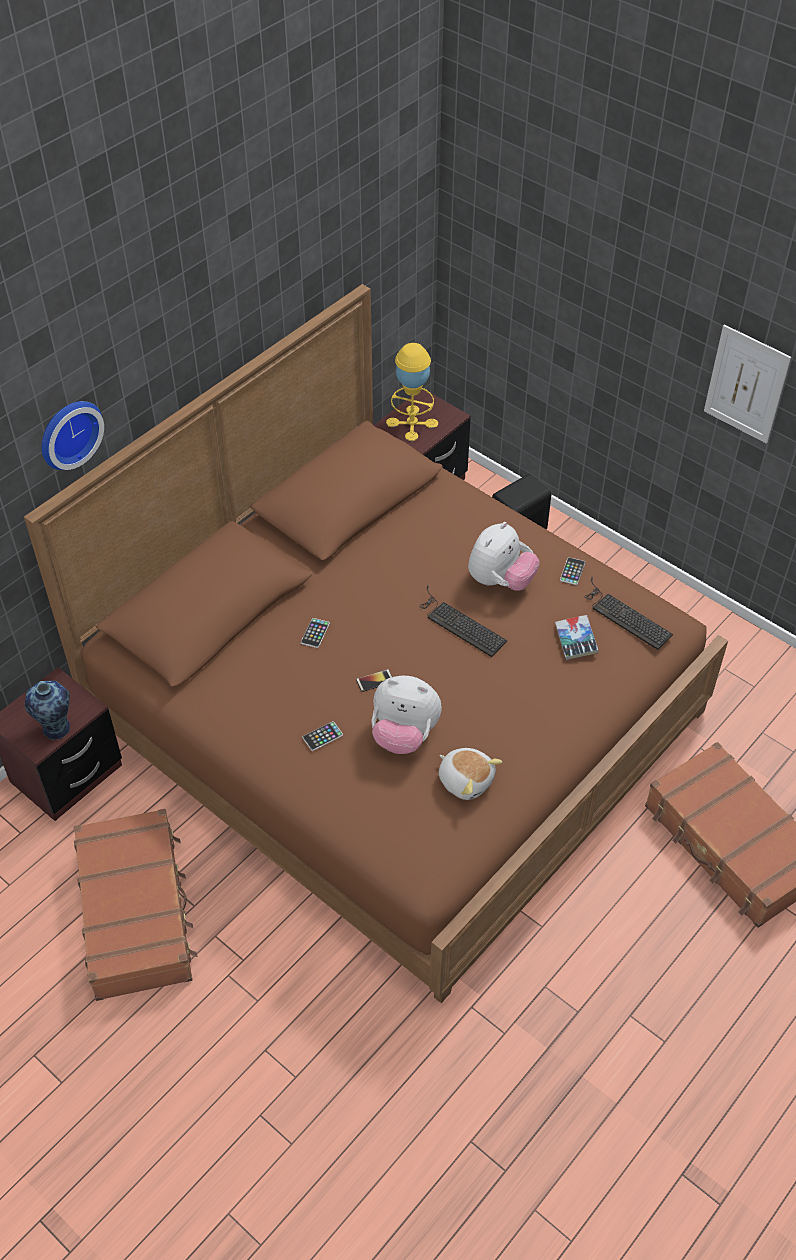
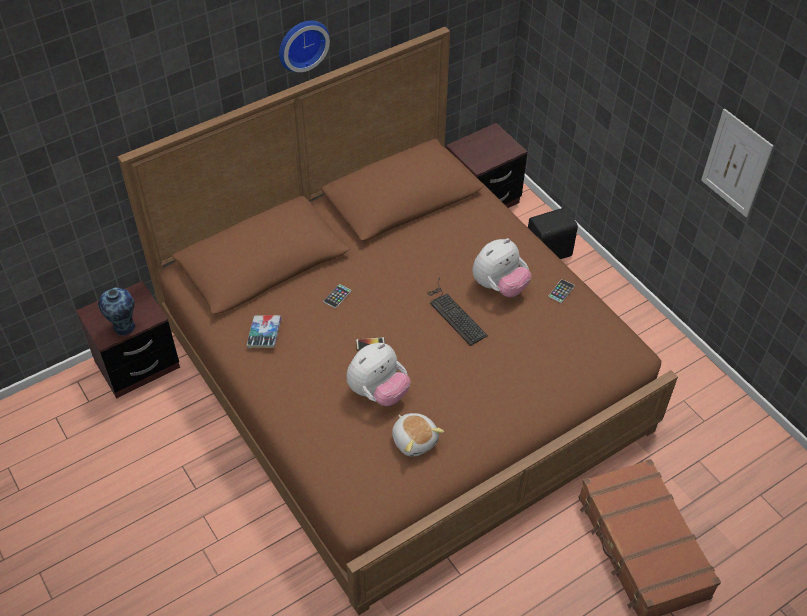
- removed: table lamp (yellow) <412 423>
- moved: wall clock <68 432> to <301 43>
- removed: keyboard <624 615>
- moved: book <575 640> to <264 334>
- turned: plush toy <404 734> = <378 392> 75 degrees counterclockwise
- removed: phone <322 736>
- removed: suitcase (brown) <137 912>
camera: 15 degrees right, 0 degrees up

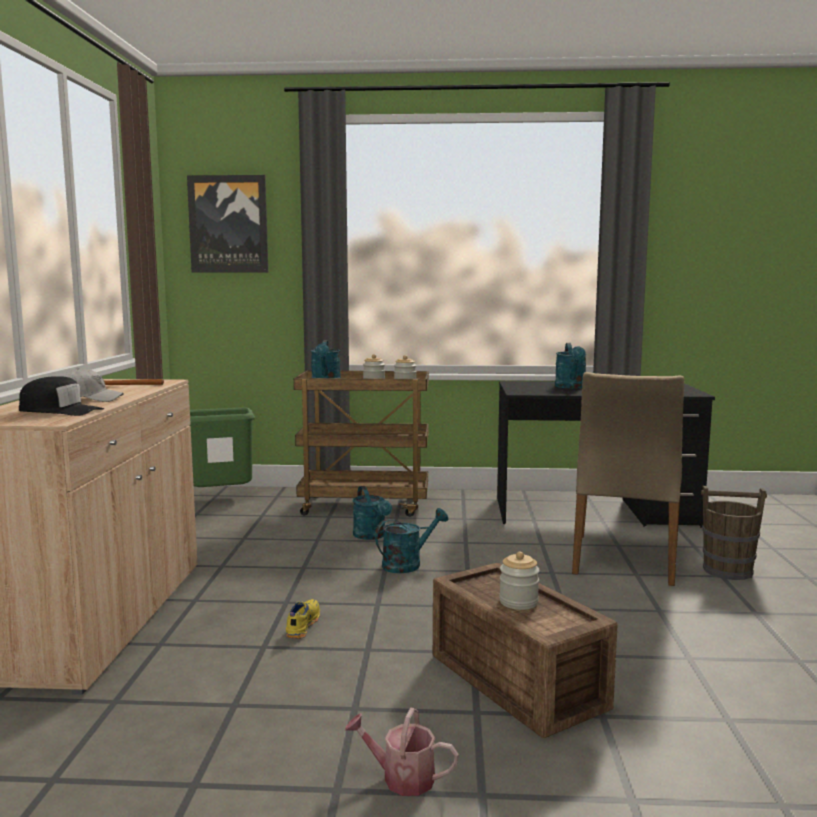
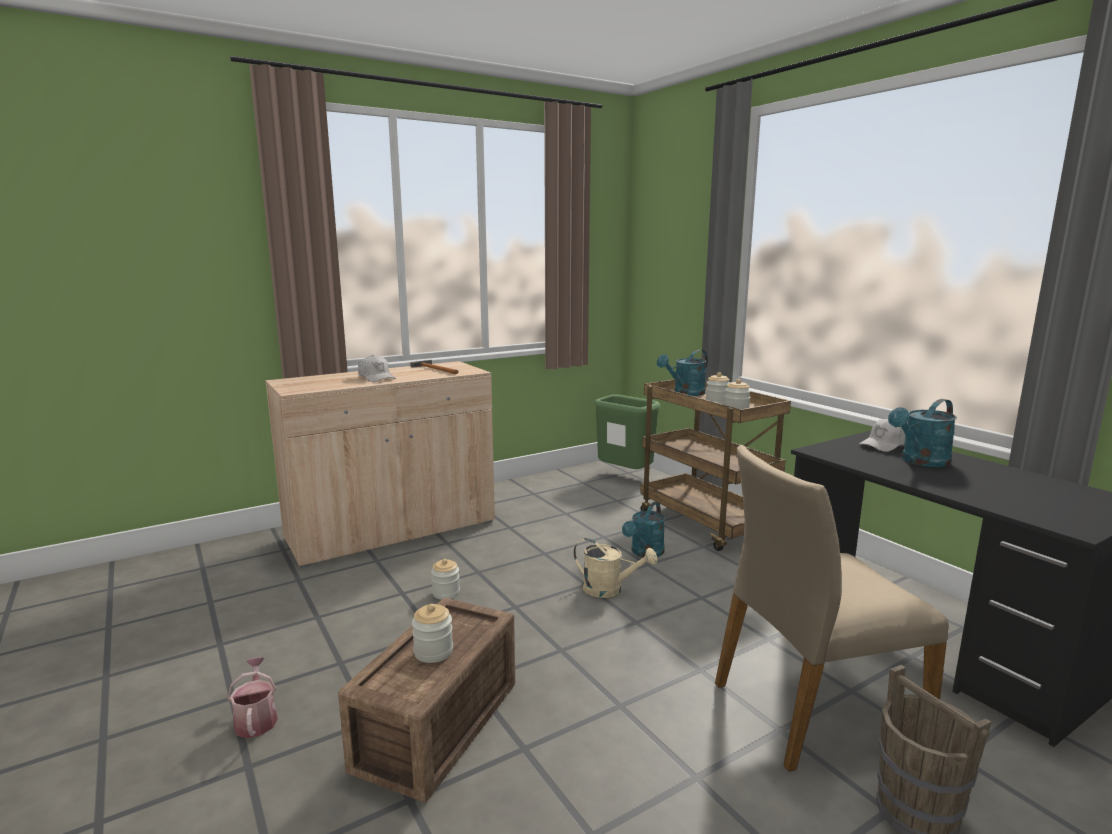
- removed: picture <228 224>
- removed: cap (black) <60 411>
- recoloured: watering can (turquoise) <407 564> to watering can (beige) <609 589>
- replaced: shoe (yellow) <301 626> to jar <446 593>
- added: cap (white) <885 445>
camera: 55 degrees right, 5 degrees up

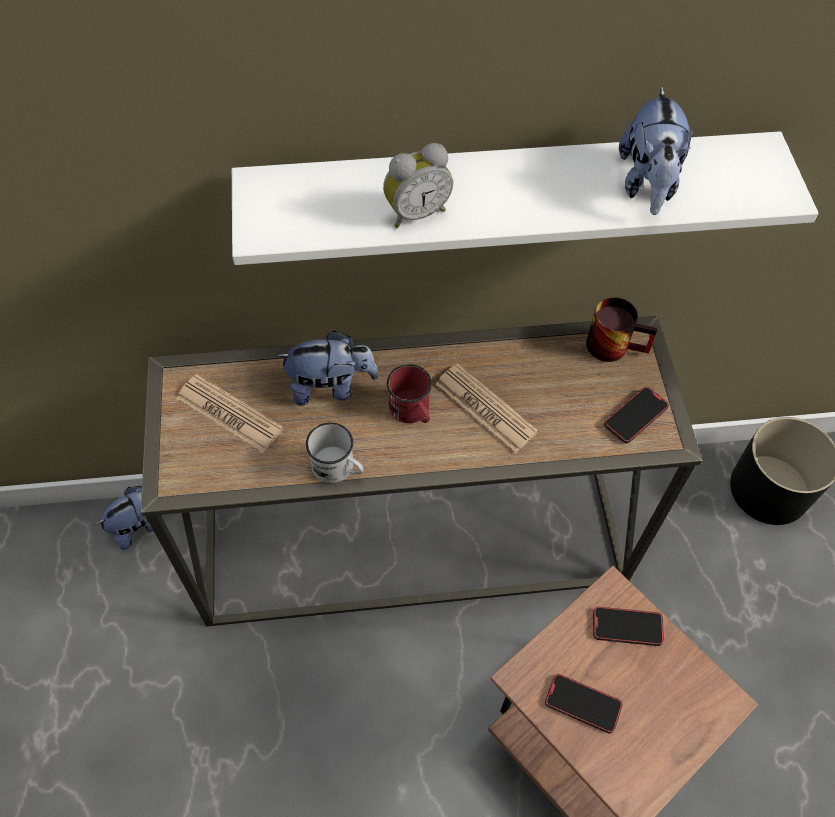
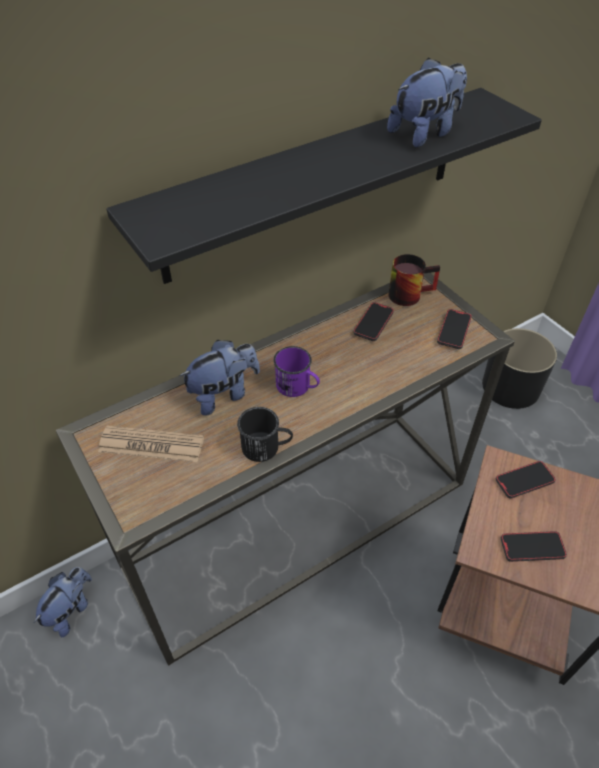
- turned: plush toy <647 184> = <425 133> 105 degrees counterclockwise
- recoloured: shelf (white) <506 193> to shelf (black) <316 184>
- removed: alarm clock <415 212>
- removed: newspaper <485 408>
- recoloured: mug (red) <412 412> to mug (purple) <297 387>
- recoloured: mug (white) <338 468> to mug (black) <266 448>
- added: phone <373 323>
camera: 25 degrees left, 10 degrees down

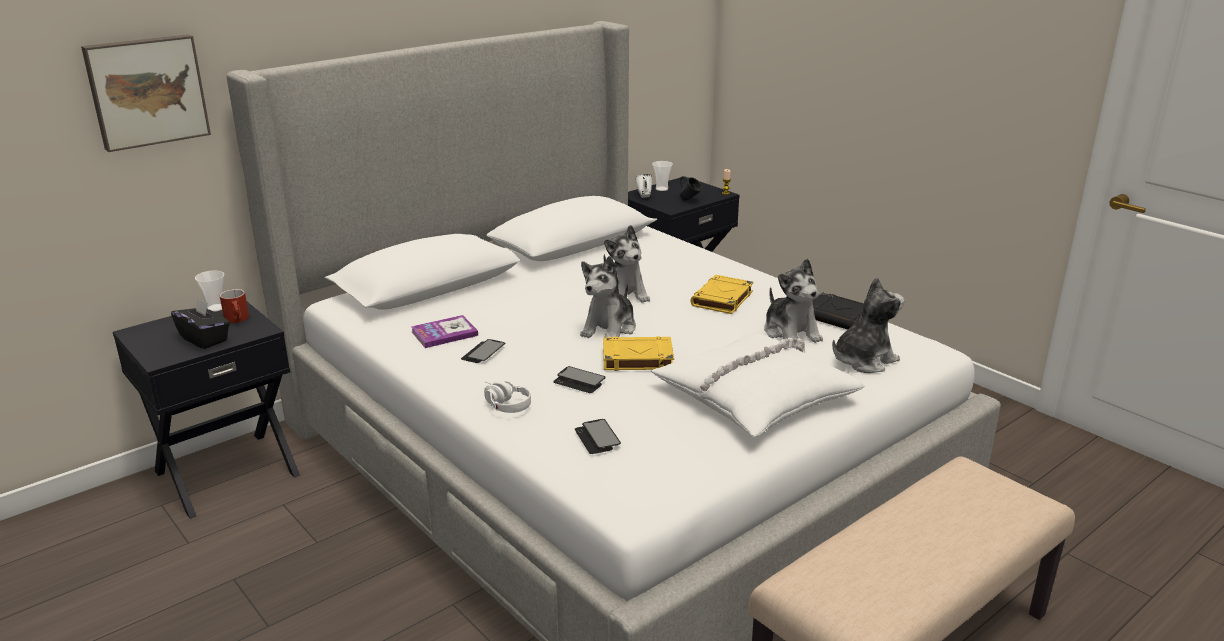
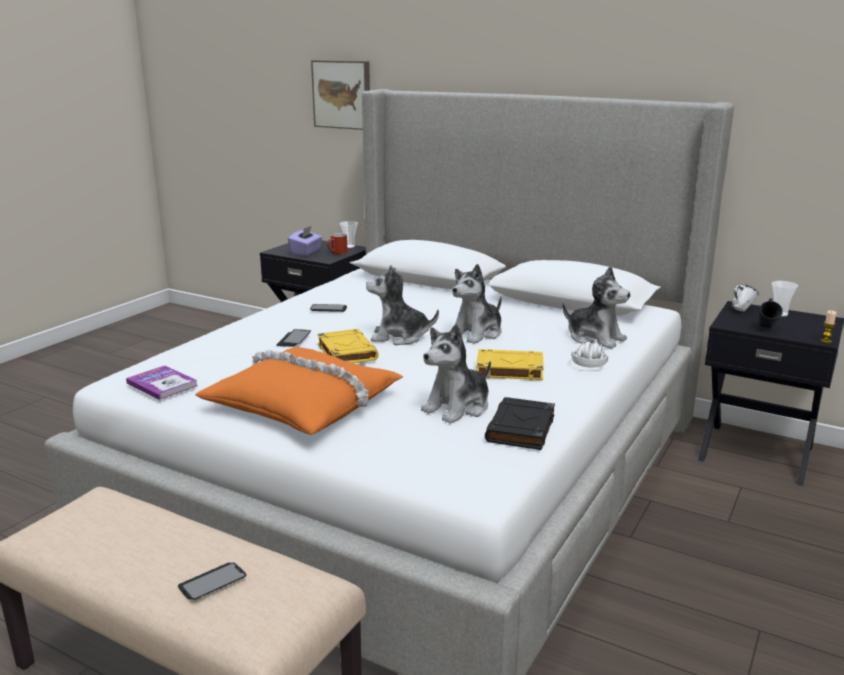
- moved: plush toy <863 360> to <595 338>
- recoloured: tissue box (black) <204 339> to tissue box (purple) <306 252>
- moved: book <444 333> to <162 384>
- recoloured: pillow (white) <754 397> to pillow (orange) <304 404>
- moved: headphones (white) <502 404> to <590 361>
- moved: phone <597 438> to <212 583>
camera: 70 degrees right, 5 degrees down

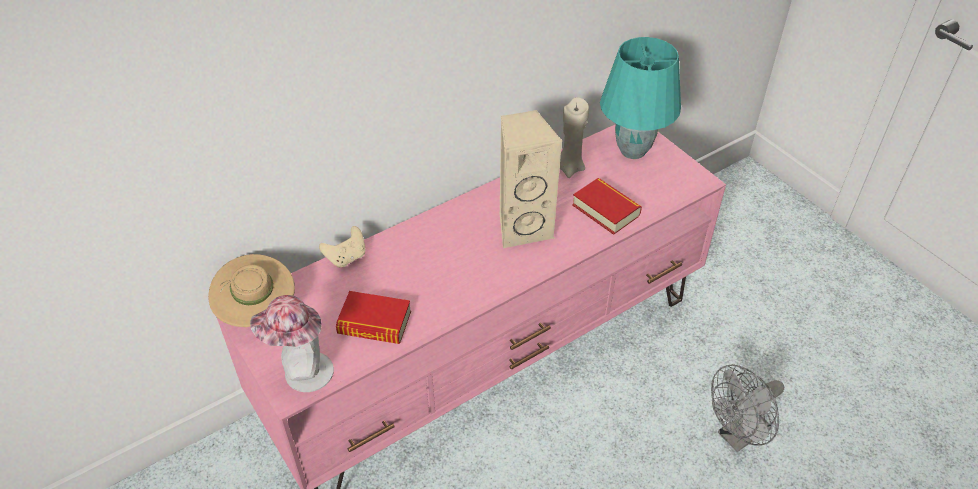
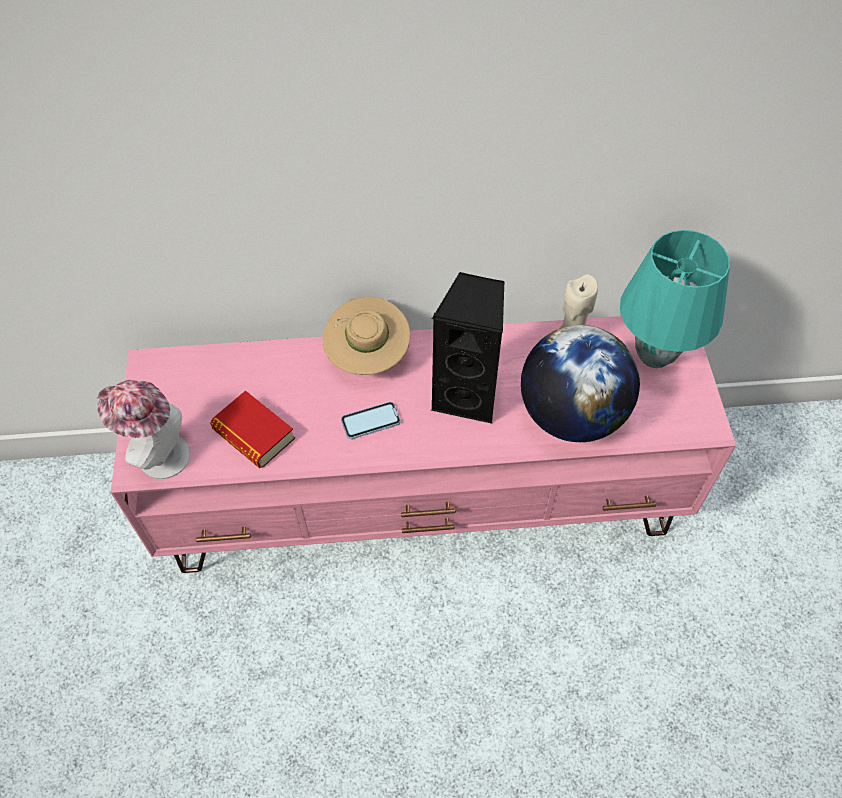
- recoloured: speaker (beige) <523 227> to speaker (black) <468 395>
- replaced: book <606 210> to globe <571 415>
- removed: game controller (beige) <346 258>
- moved: hat (beige) <257 312> to <368 356>
- removed: fan (grey) <738 436>
- added: phone <370 421>
camera: 30 degrees right, 10 degrees up

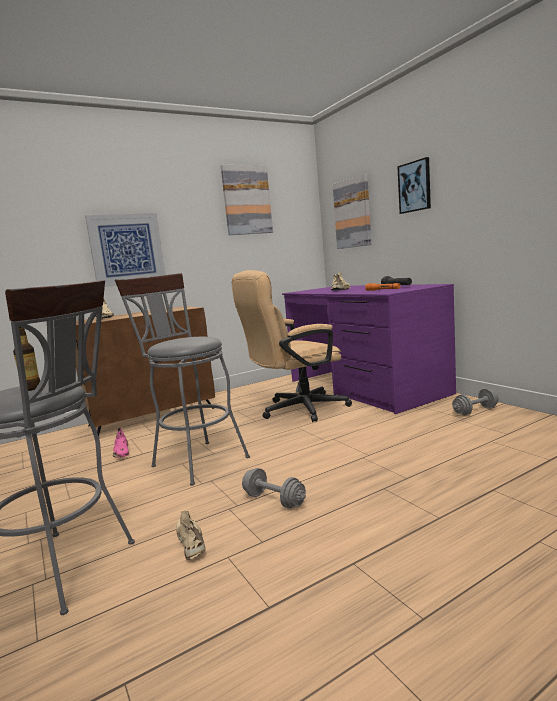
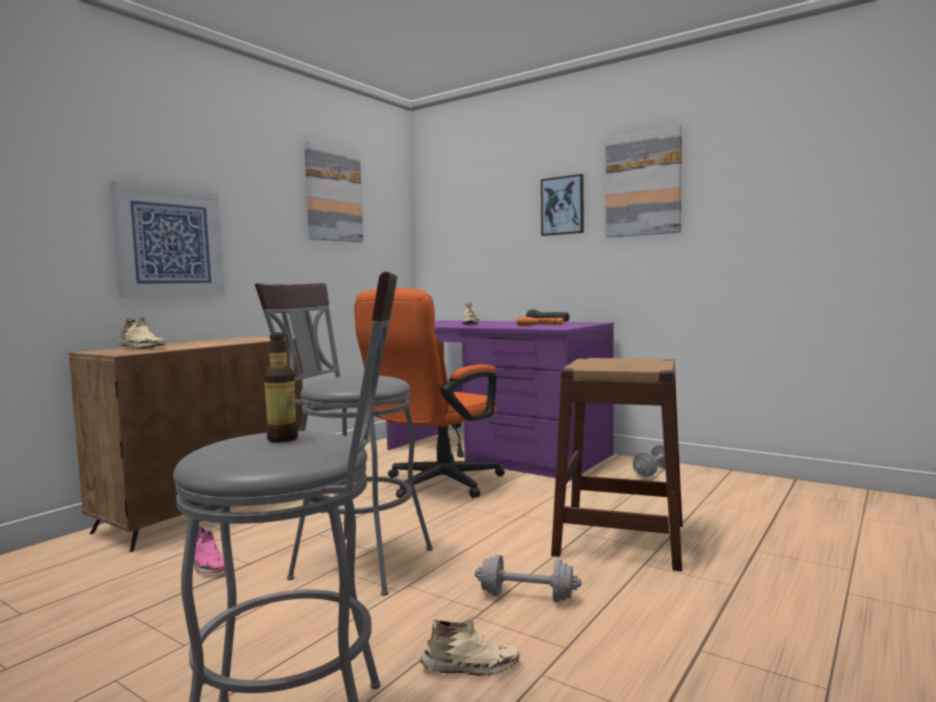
- moved: picture <353 213> to <643 184>
- recoloured: office chair (beige) <296 410> to office chair (orange) <434 485>
- turned: shoe (beige) <191 542> = <470 667> 135 degrees clockwise
- added: stool (brown) <620 539>
camera: 25 degrees left, 5 degrees down

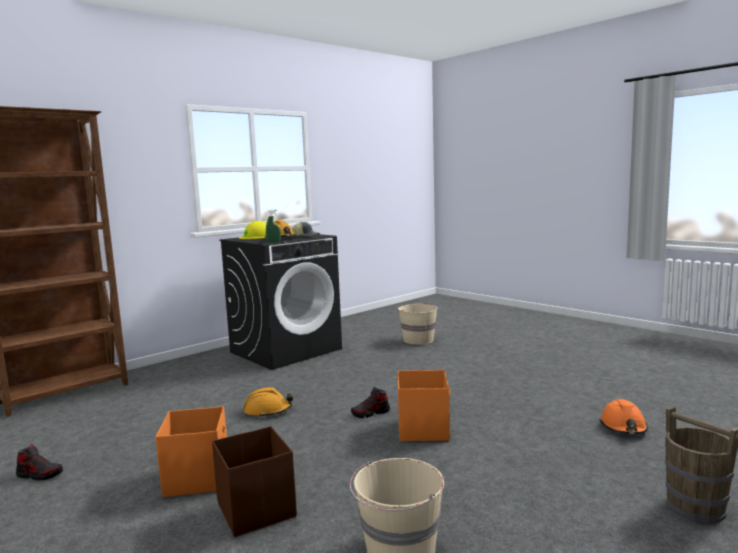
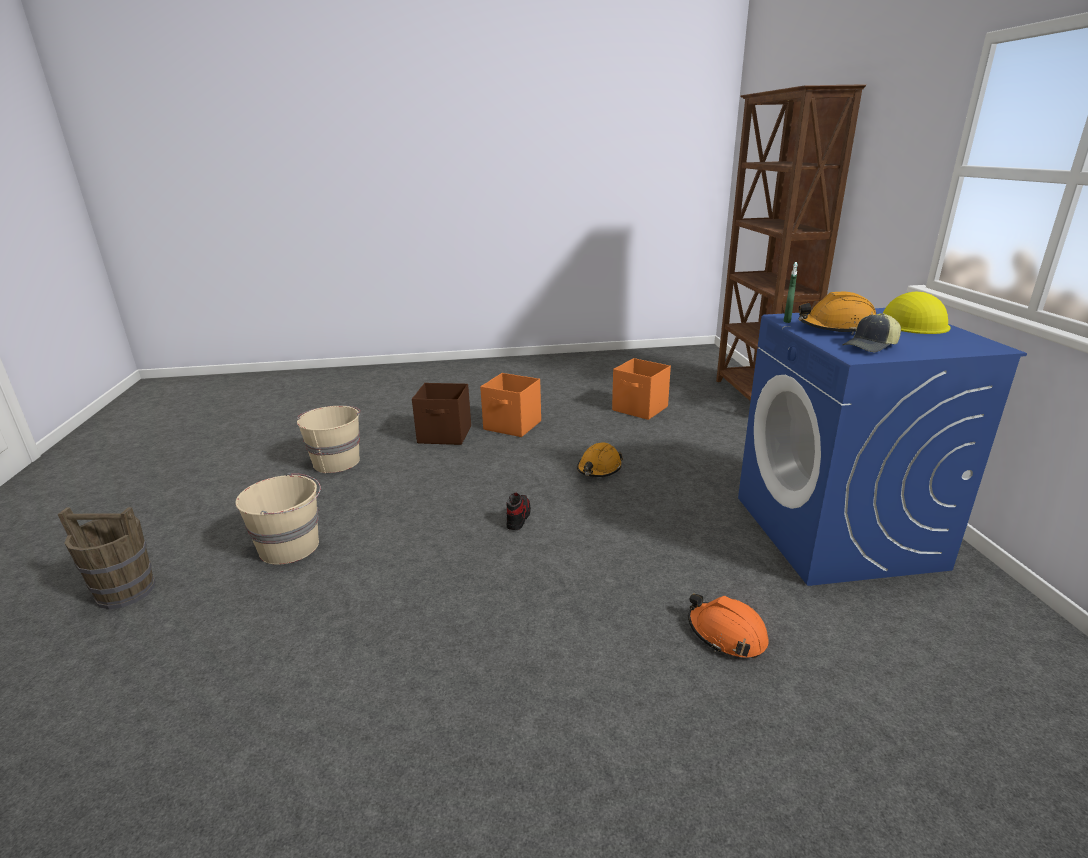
- recoloured: washing machine (black) <286 350> to washing machine (blue) <836 532>
- moved: bucket (beige) <417 340> to <290 546>
- moved: storage box (orange) <423 429> to <640 409>
- moved: hard hat (orange) <623 427> to <726 634>
- removed: shoe <40 475>
camera: 125 degrees right, 15 degrees up

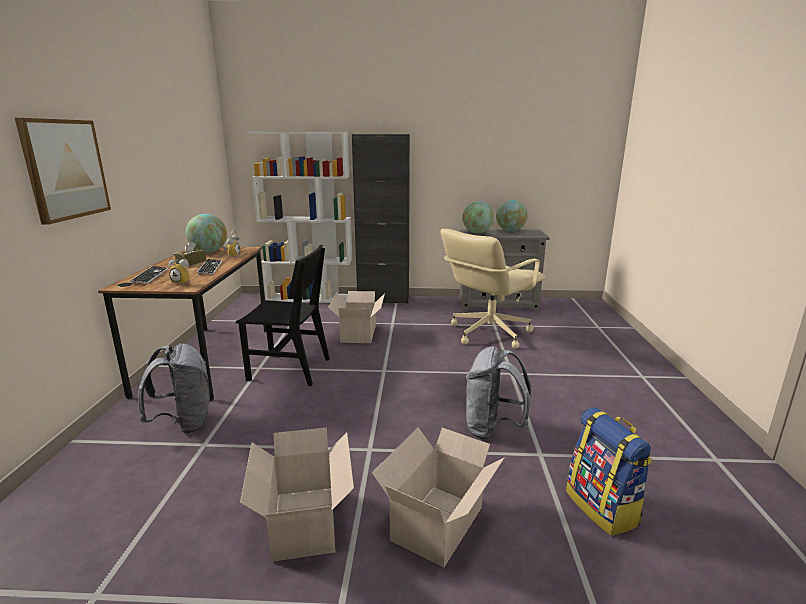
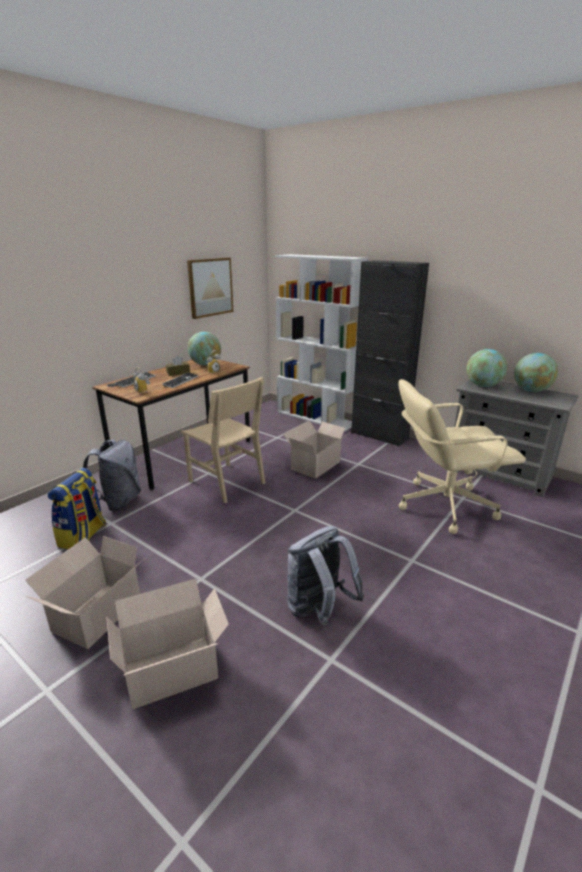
- moved: picture <65 169> to <210 287>
- recoloured: chair (black) <289 369> to chair (beige) <226 482>
- moved: backpack <603 508> to <83 536>
camera: 35 degrees right, 5 degrees up

